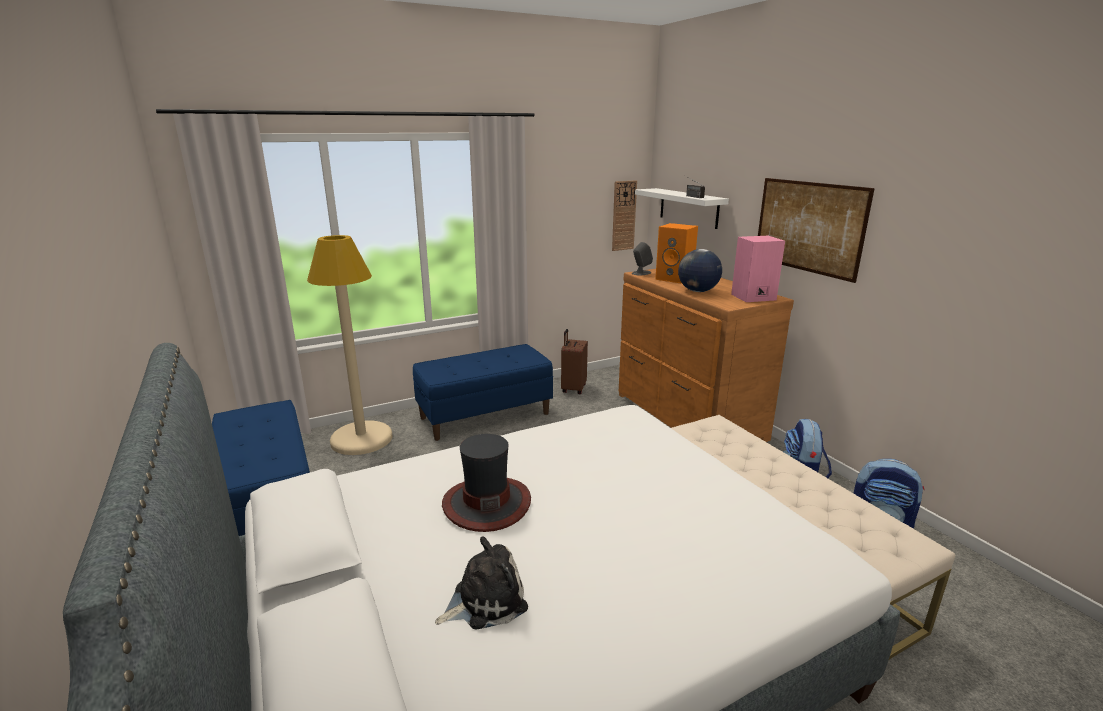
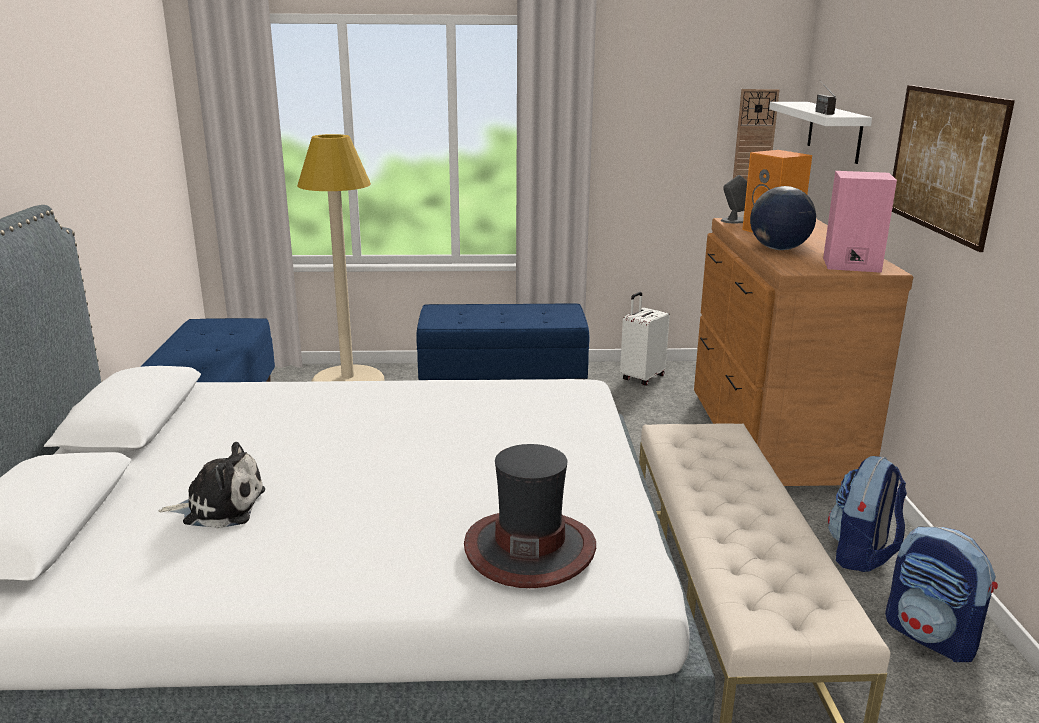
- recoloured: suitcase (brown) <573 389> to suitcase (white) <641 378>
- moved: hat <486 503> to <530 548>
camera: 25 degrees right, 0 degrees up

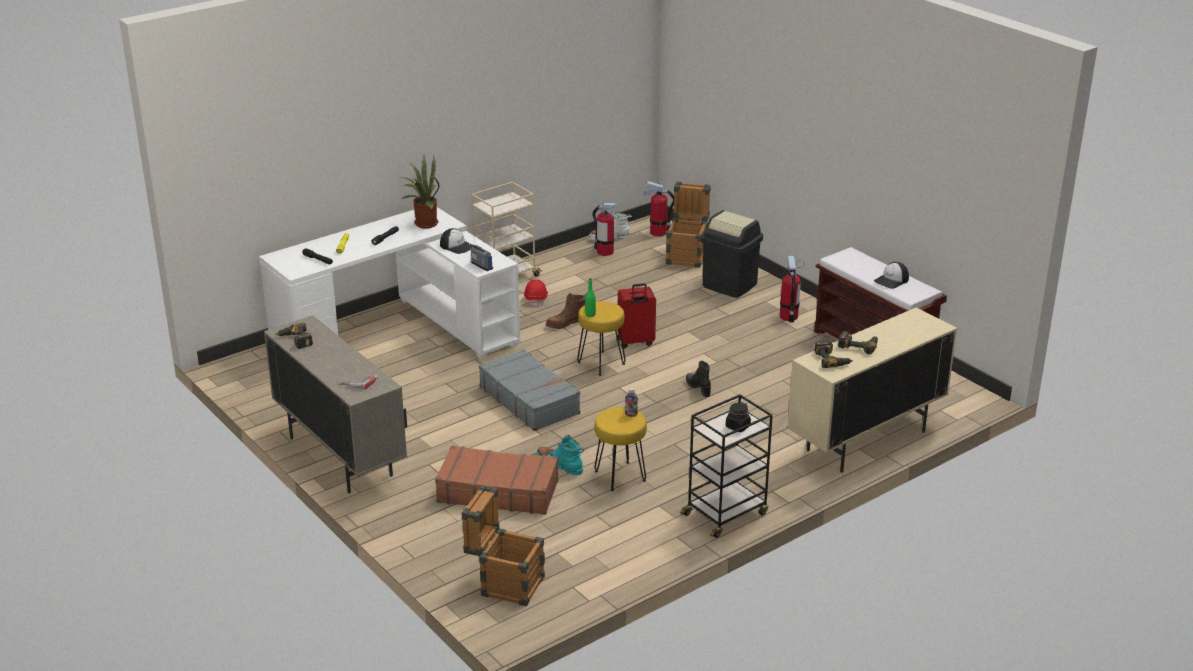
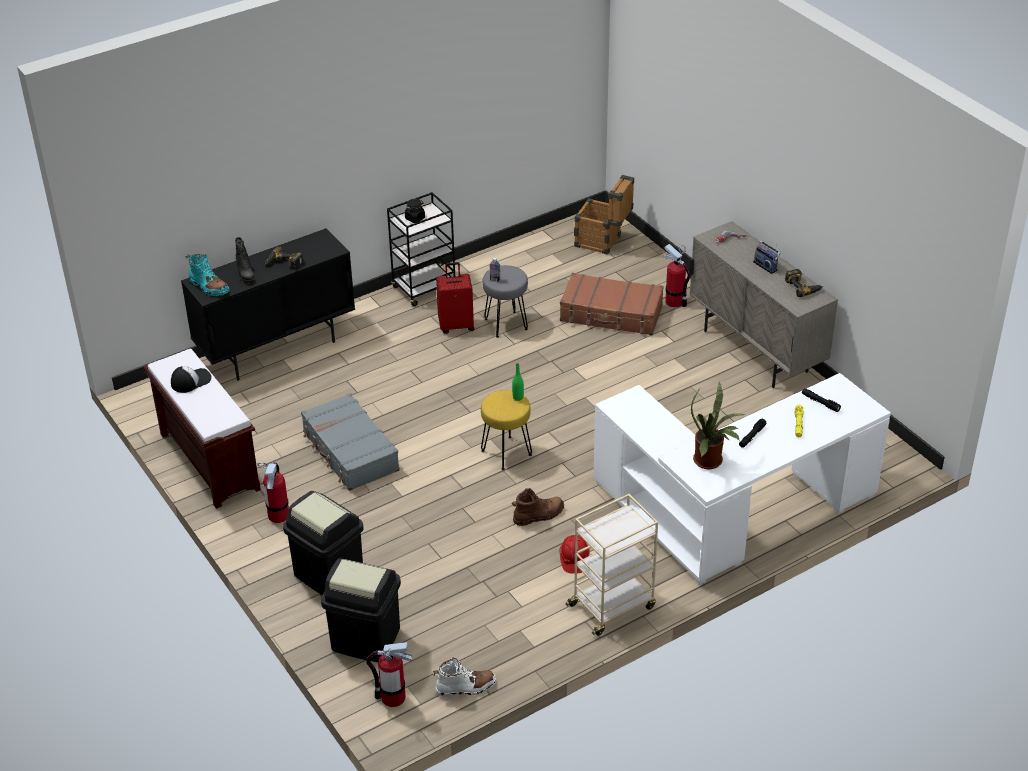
- replaced: crate <687 255> to trash can (black) <365 640>
- moved: fire extinguisher <605 252> to <675 301>
- removed: cap <457 246>
- moved: radio <480 266> to <766 265>
- moved: suitcase (red) <635 342> to <456 325>
- recoloured: cabinet (beige) <865 441> to cabinet (black) <277 349>
- removed: power drill <832 359>
- moved: suitcase (grey) <529 400> to <350 452>
- moved: boot (black) <698 388> to <245 274>
- recoloured: stool (yellow) <620 476> to stool (grey) <505 324>
- moved: boot (turquoise) <559 465> to <209 287>
camera: 175 degrees left, 10 degrees up

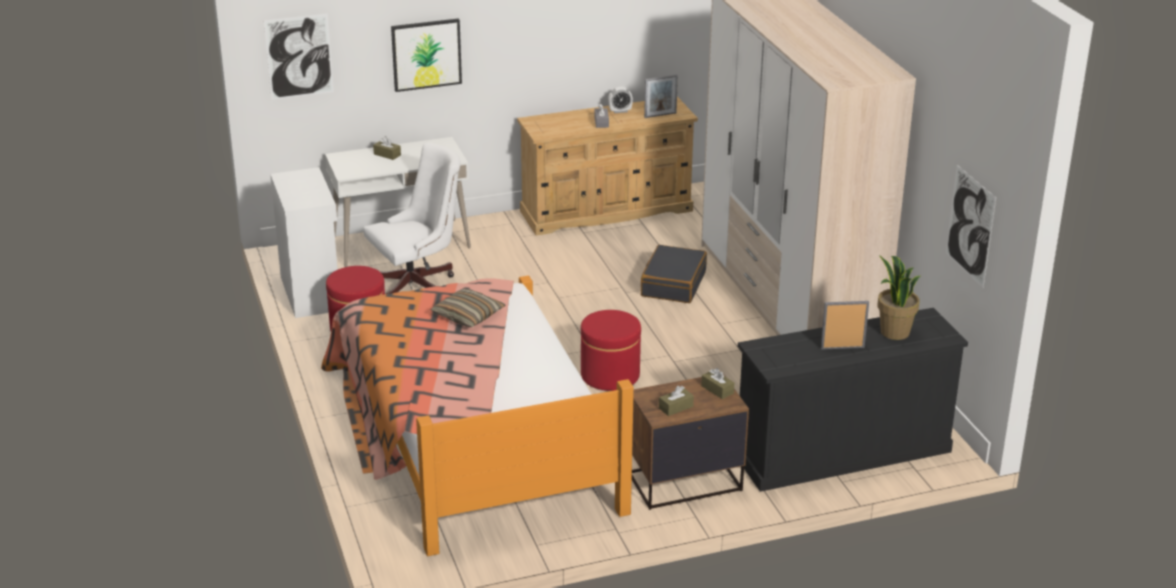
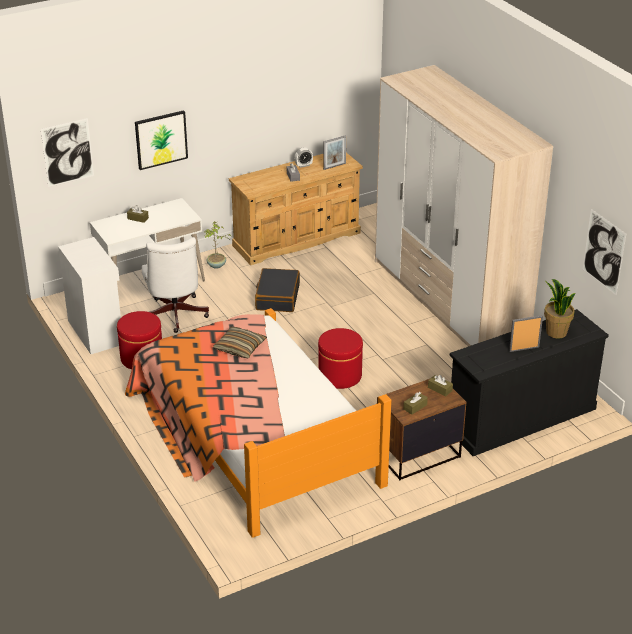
- turned: office chair (white) <417 285> = <175 316> 120 degrees clockwise
- moved: suitcase (black) <673 284> to <277 297>
- added: potted plant <216 265>
camera: 10 degrees left, 5 degrees up

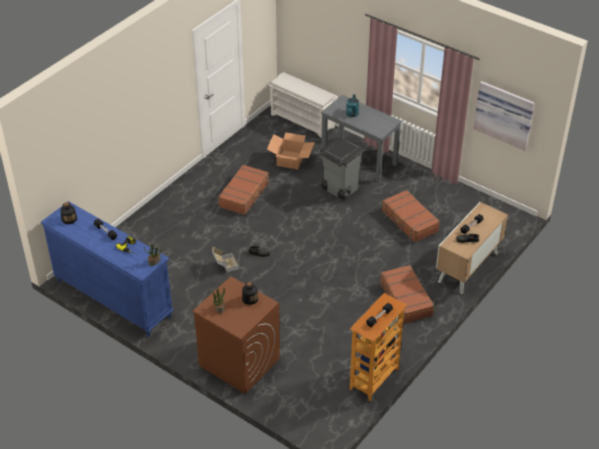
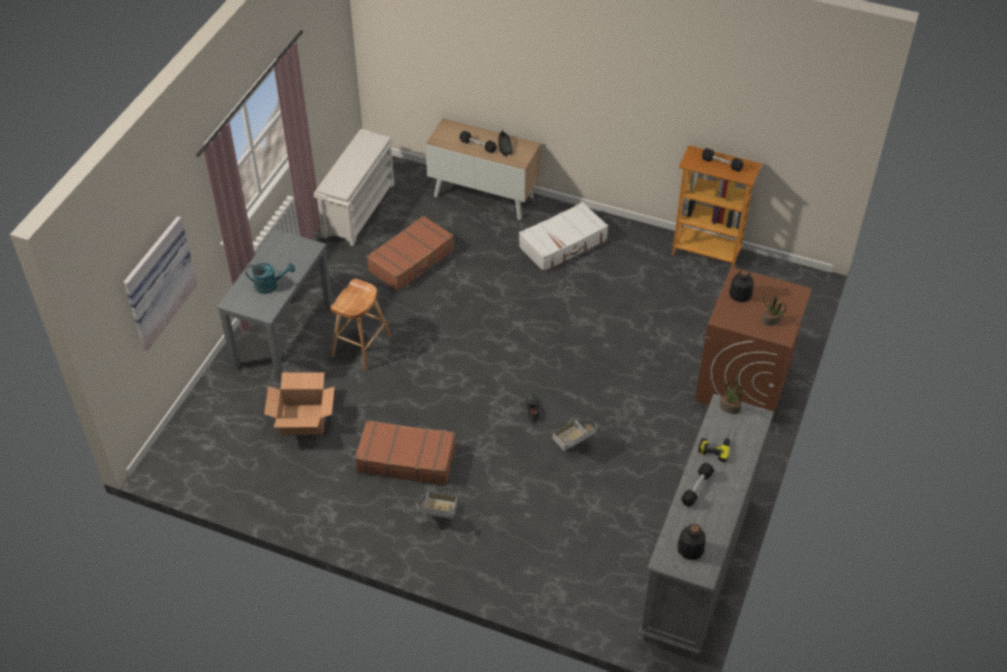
- moved: shoe rack (white) <303 121> to <359 209>
- moved: picture <504 114> to <157 282>
- replaced: trash can (grey) <339 189> to stool (brown) <361 346>
- recoloured: dresser (blue) <113 298> to dresser (grey) <697 565>
- recoloured: suitcase (brown) <405 299> to suitcase (white) <563 244>
- added: cardboard box <438 515>
camera: 105 degrees left, 5 degrees up

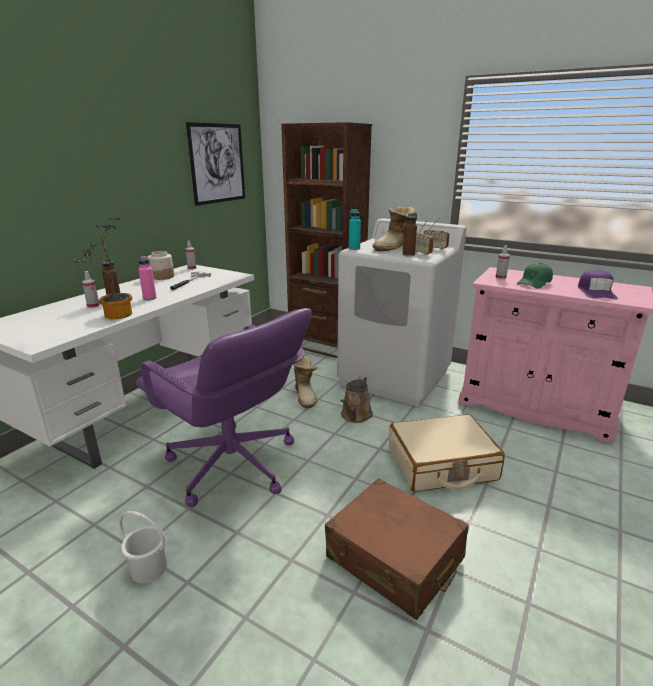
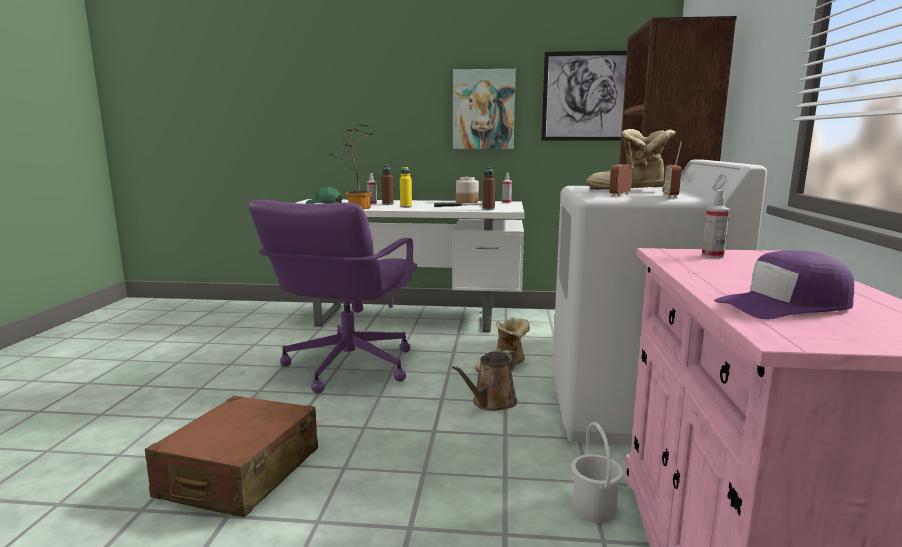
- removed: bottle (turquoise) <354 248>
- moved: bottle (brown) <408 255> to <488 209>
- recoloured: bottle (pink) <149 298> to bottle (yellow) <406 207>
- moved: cap (green) <534 283> to <324 204>
- turned: watering can (brown) <355 416> = <491 403> 45 degrees counterclockwise
- removed: suitcase (beige) <441 465>
- moved: bucket (white) <148 569> to <593 509>
- added: picture <483 109>
camera: 65 degrees right, 10 degrees down

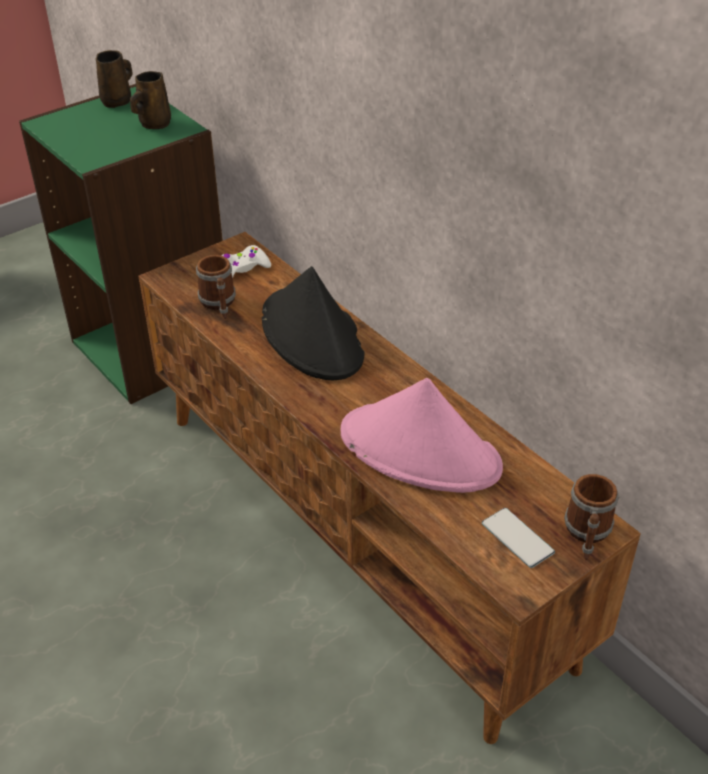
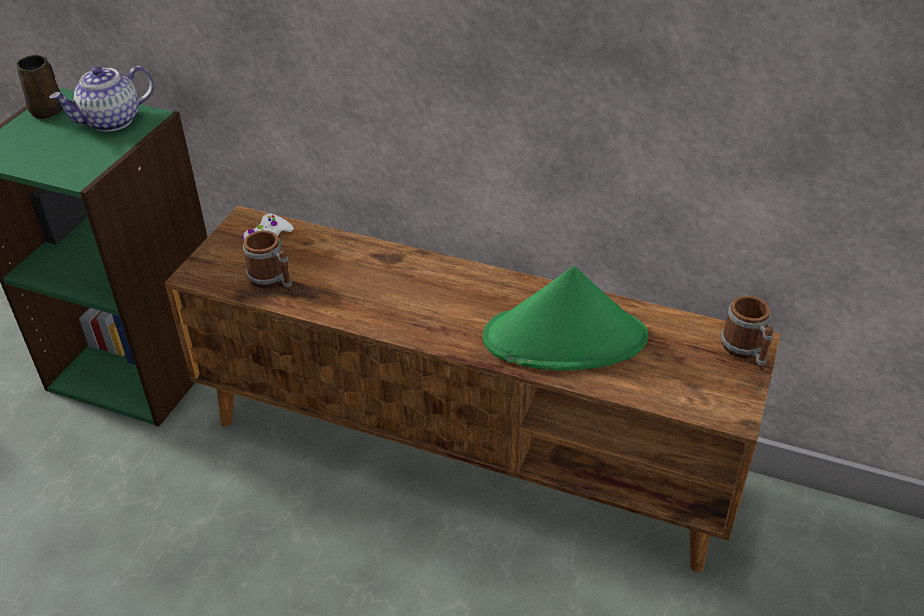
- replaced: mug (brown) <154 124> to teapot <111 121>
- removed: hat (black) <312 336>
- recoloured: hat (pink) <421 450> to hat (green) <565 338>
- removed: phone <517 538>
camera: 30 degrees left, 0 degrees up

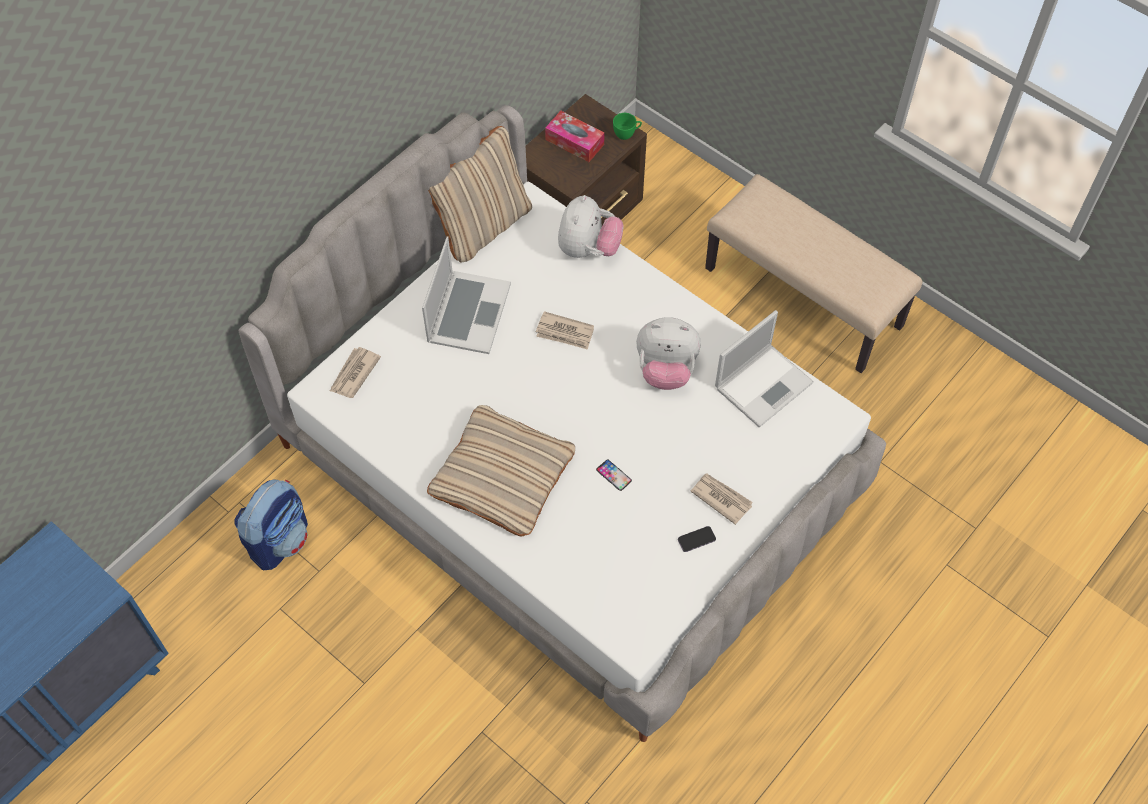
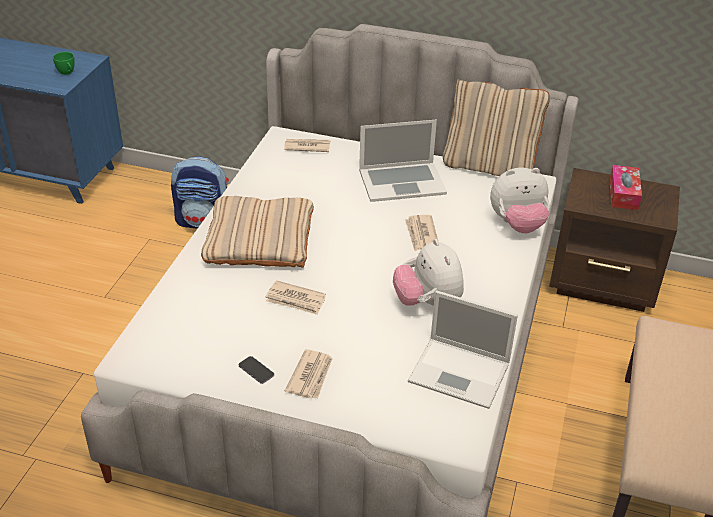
- moved: cup (green) <627 134> to <67 73>
- replaced: phone <613 475> to newspaper <295 300>
camera: 65 degrees right, 20 degrees down

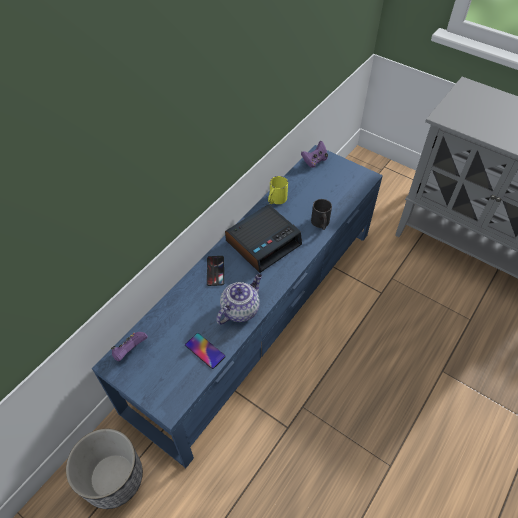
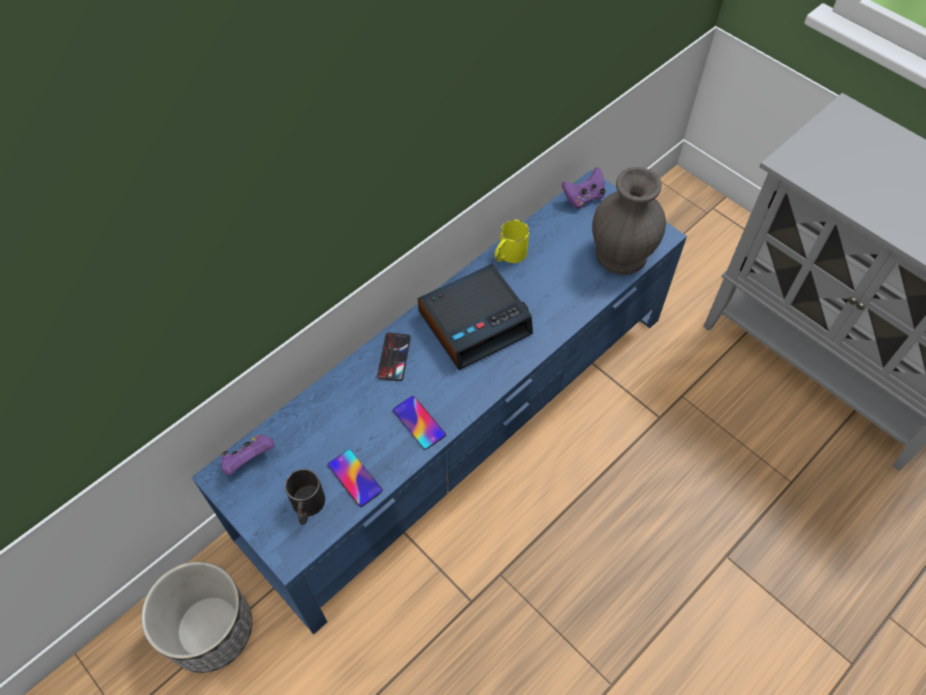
- moved: mug (black) <321 224> to <307 507>
- replaced: teapot <240 309> to phone <419 422>
- added: vase (grey) <620 254>
camera: 10 degrees right, 5 degrees up

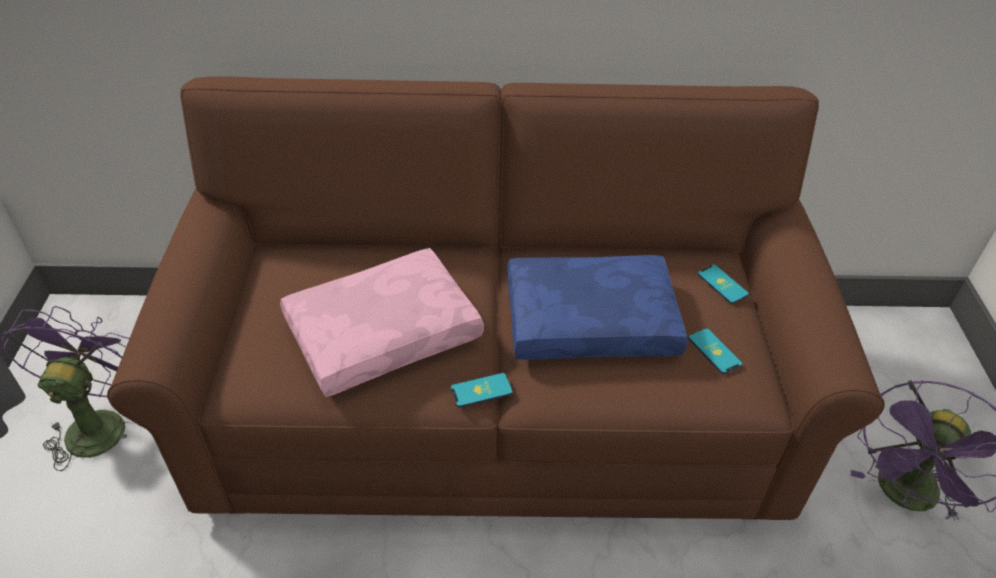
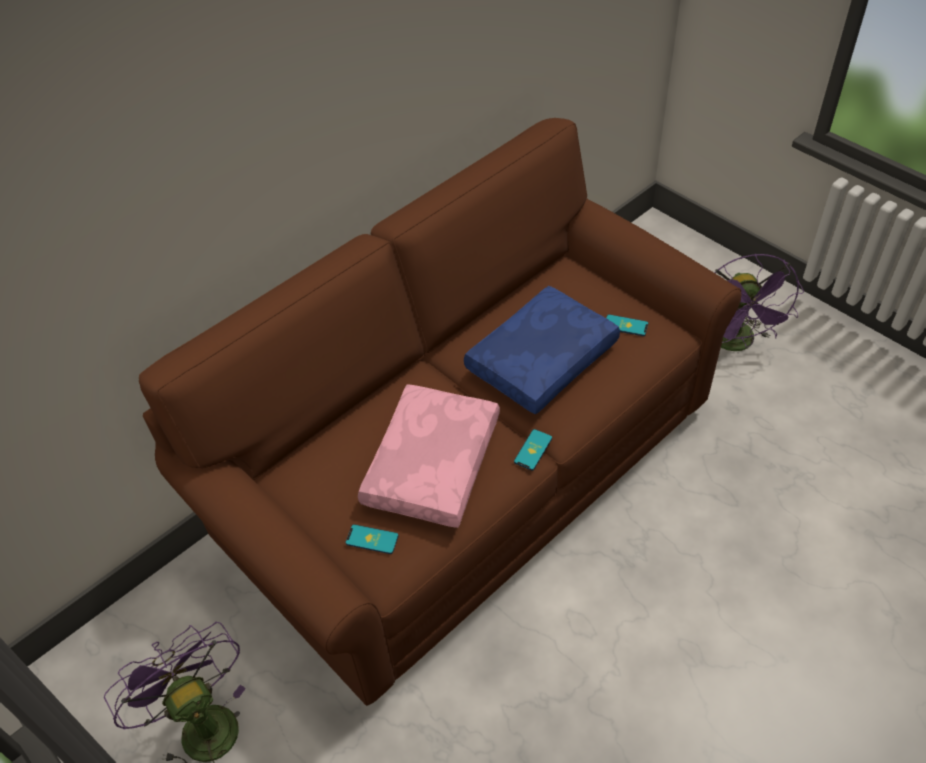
- moved: phone <722 284> to <372 539>
camera: 40 degrees left, 5 degrees up

